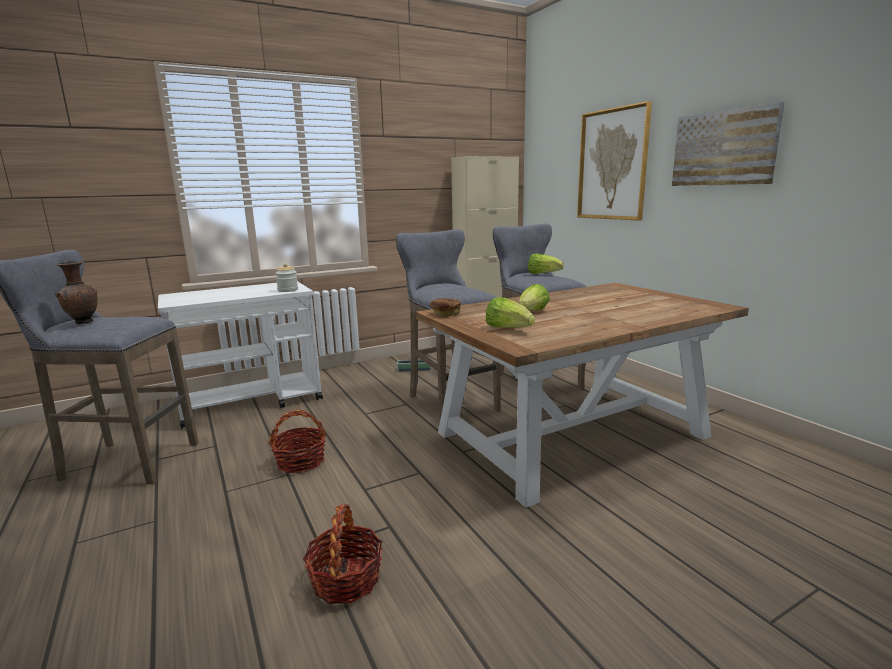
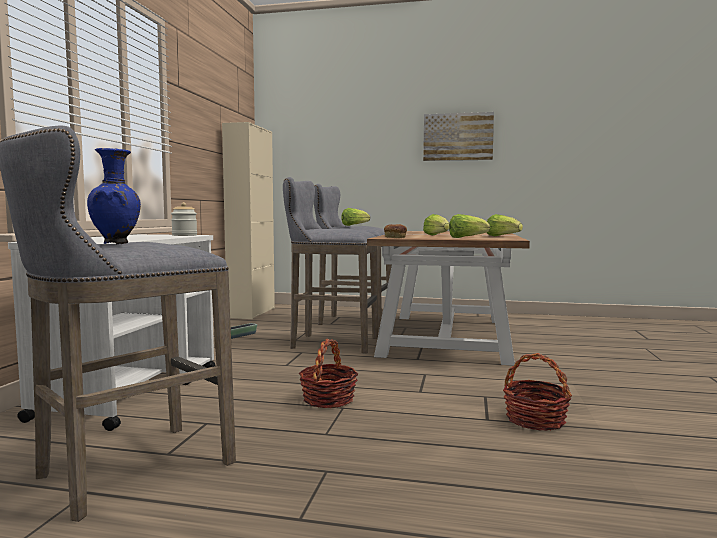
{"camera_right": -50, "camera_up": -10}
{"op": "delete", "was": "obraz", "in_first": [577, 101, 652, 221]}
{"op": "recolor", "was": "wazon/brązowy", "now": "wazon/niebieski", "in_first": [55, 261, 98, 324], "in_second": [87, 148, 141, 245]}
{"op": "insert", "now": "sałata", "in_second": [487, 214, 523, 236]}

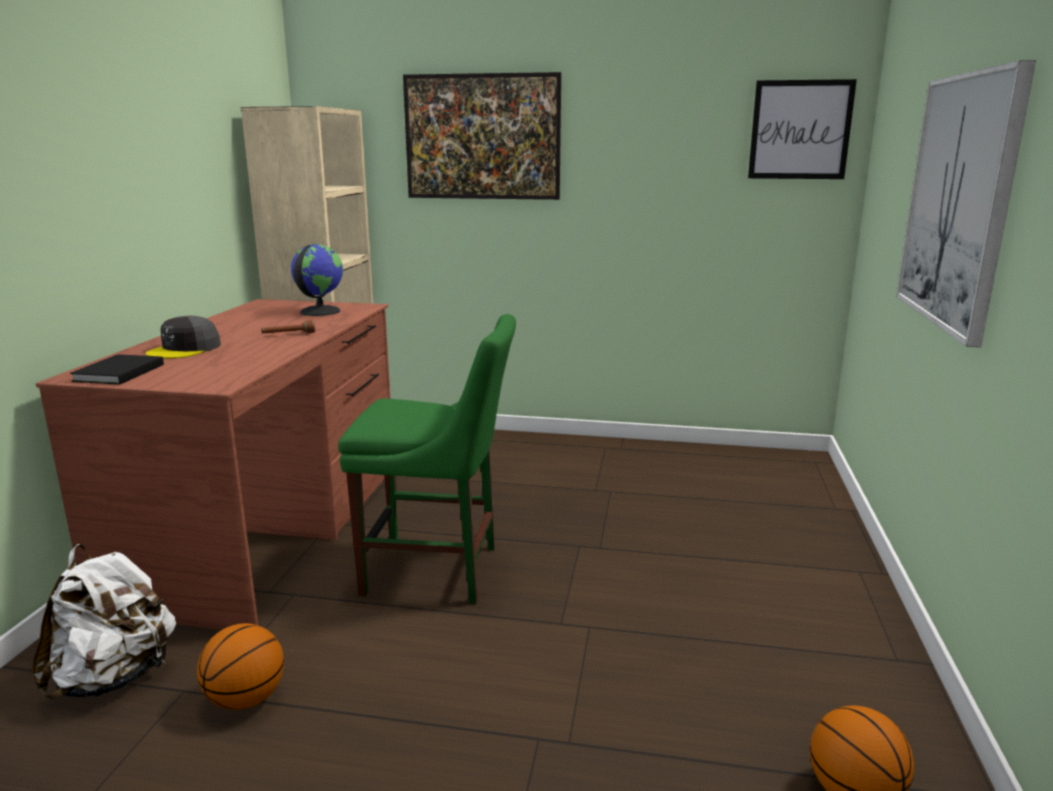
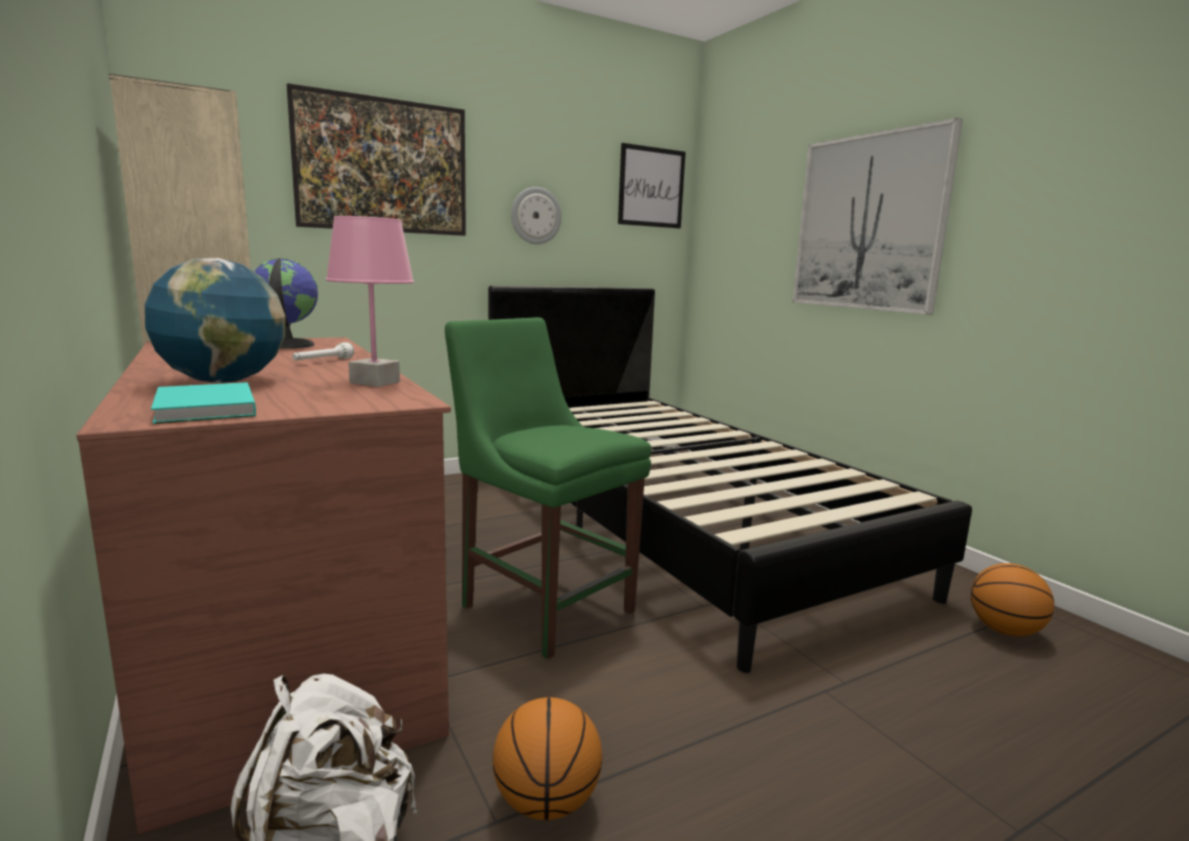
{"camera_right": -40, "camera_up": -5}
{"op": "rotate", "was": "krzesło/zielony", "in_first": [338, 314, 516, 604], "in_second": [445, 317, 651, 659], "clockwise": -105}
{"op": "replace", "was": "czapka z daszkiem/szary", "now": "globus", "in_first": [146, 316, 221, 358], "in_second": [145, 258, 286, 383]}
{"op": "recolor", "was": "latarka/brązowy", "now": "latarka/biały", "in_first": [261, 320, 315, 334], "in_second": [292, 342, 354, 360]}
{"op": "recolor", "was": "książka/czarny", "now": "książka/turkusowy", "in_first": [70, 354, 164, 384], "in_second": [151, 382, 256, 424]}
{"op": "insert", "now": "zegar ścienny", "in_second": [511, 187, 562, 244]}
{"op": "insert", "now": "lampa stołowa/różowy", "in_second": [326, 216, 414, 387]}
{"op": "insert", "now": "łóżko/czarny", "in_second": [488, 286, 972, 673]}

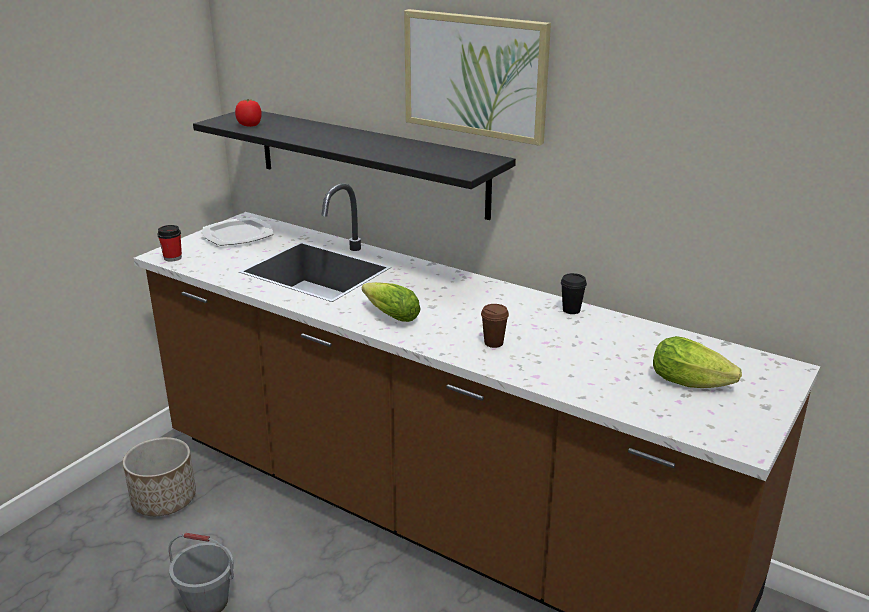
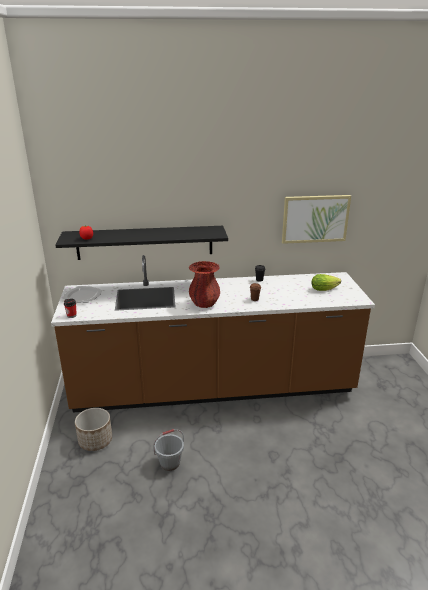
{"camera_right": -40, "camera_up": 0}
{"op": "move", "was": "obraz", "in_first": [404, 9, 551, 146], "in_second": [282, 195, 351, 244]}
{"op": "replace", "was": "sałata", "now": "wazon/czerwony", "in_first": [361, 282, 420, 322], "in_second": [189, 261, 220, 308]}

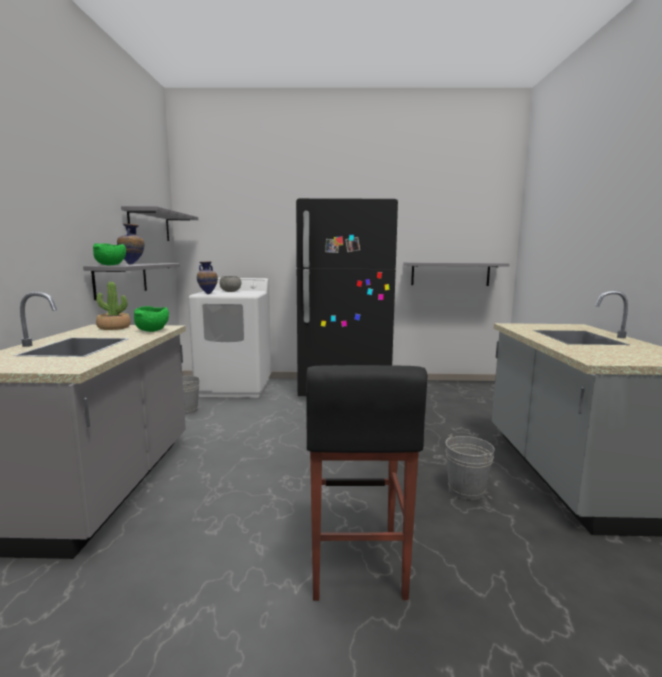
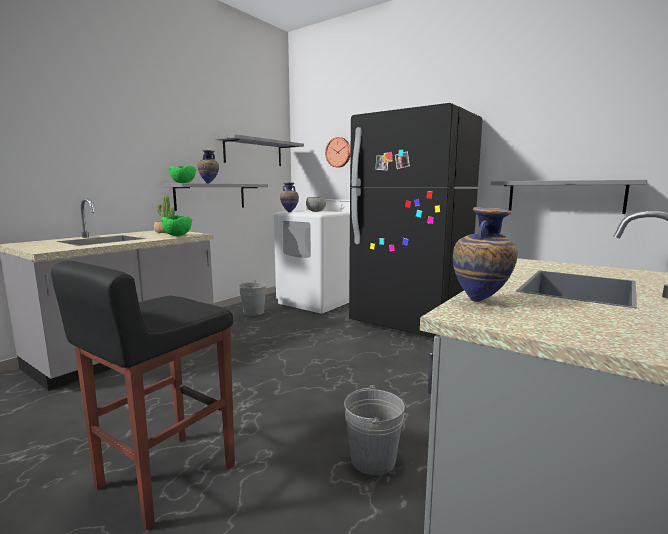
{"camera_right": 35, "camera_up": 0}
{"op": "insert", "now": "zegar ścienny", "in_second": [325, 137, 351, 168]}
{"op": "insert", "now": "wazon", "in_second": [453, 207, 517, 302]}

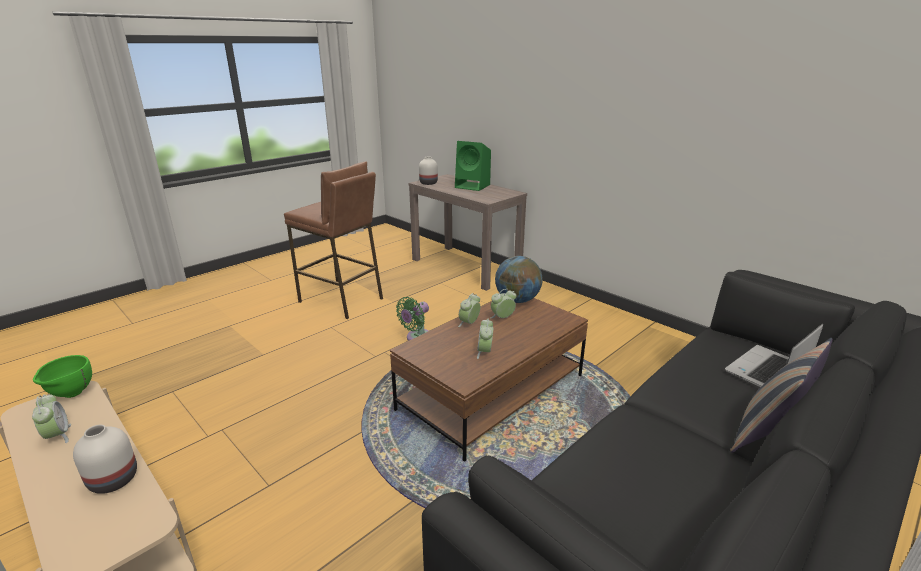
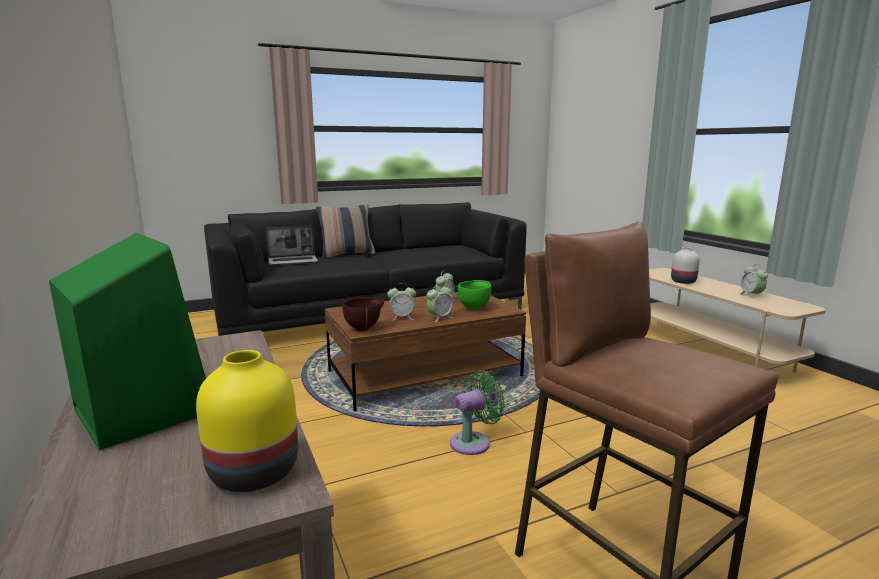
{"camera_right": -160, "camera_up": -10}
{"op": "recolor", "was": "wazon/biały", "now": "wazon/żółty", "in_first": [419, 157, 438, 185], "in_second": [196, 350, 298, 492]}
{"op": "replace", "was": "globus", "now": "miska/brązowy", "in_first": [495, 256, 543, 303], "in_second": [342, 297, 384, 331]}
{"op": "move", "was": "miska/zielony", "in_first": [33, 355, 92, 398], "in_second": [458, 280, 491, 311]}

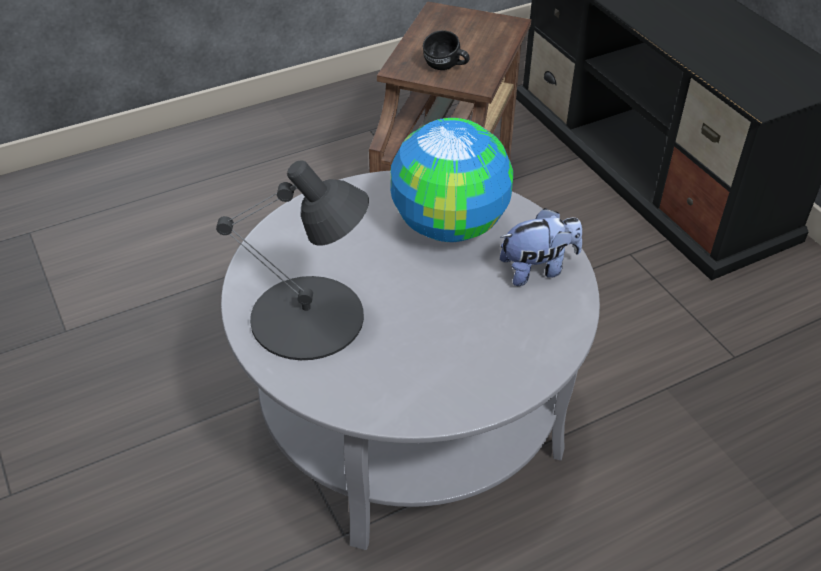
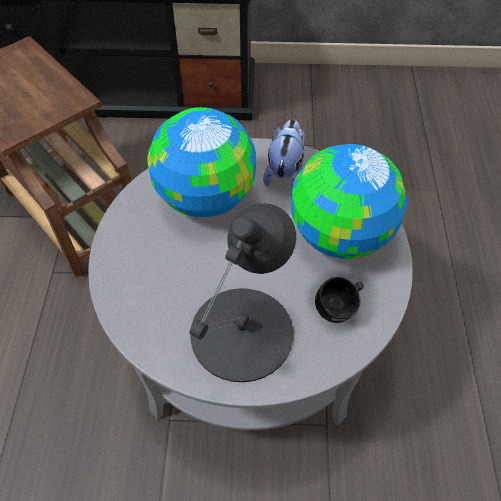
{"camera_right": -60, "camera_up": 10}
{"op": "move", "was": "kubek/czarny", "in_first": [423, 30, 470, 70], "in_second": [315, 277, 364, 323]}
{"op": "insert", "now": "globus", "in_second": [291, 144, 407, 259]}

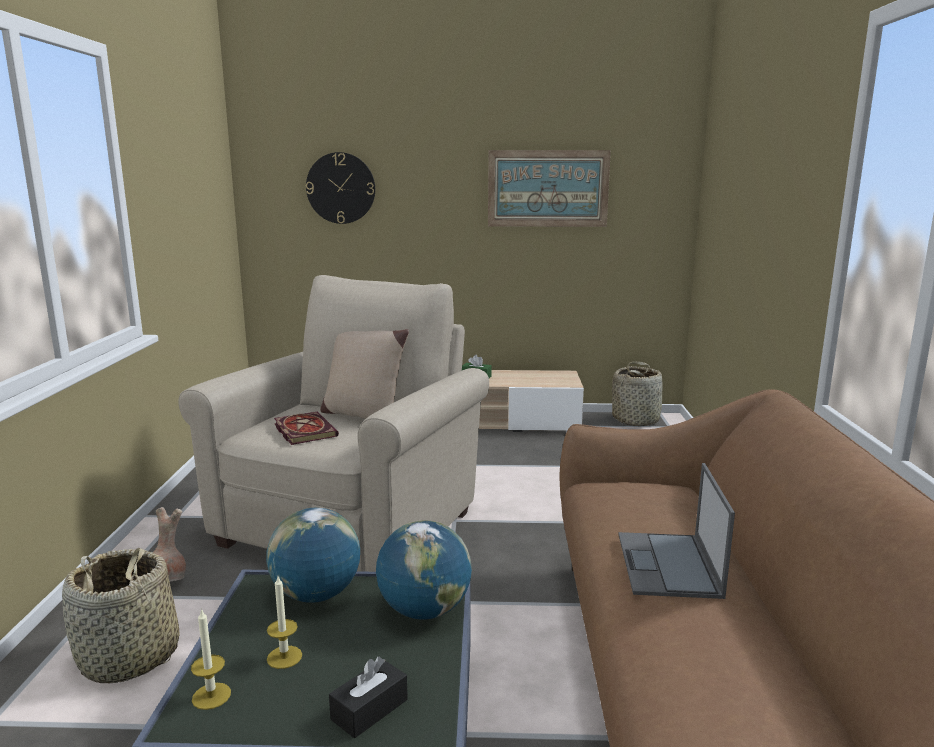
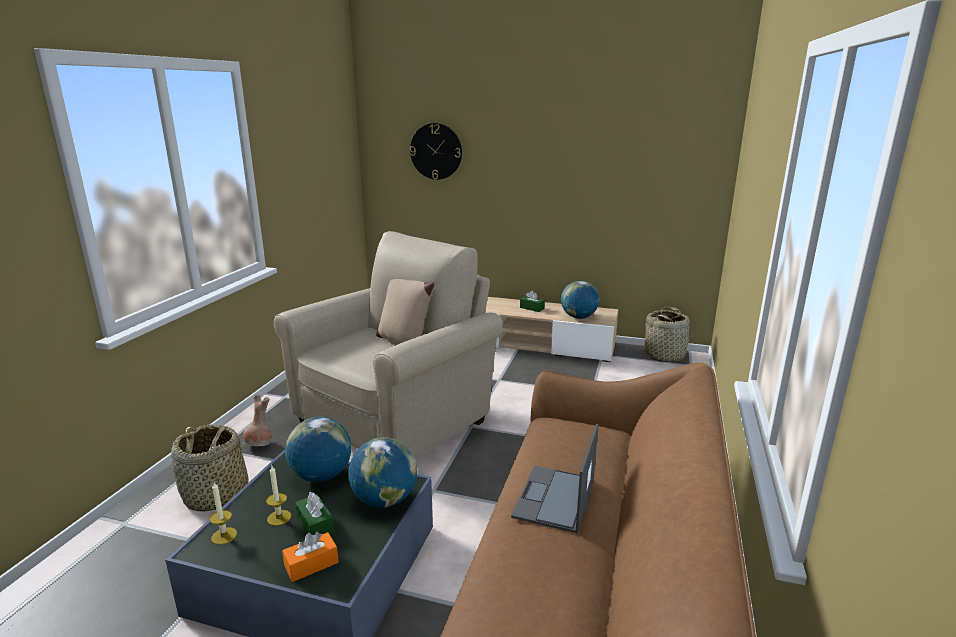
{"camera_right": 15, "camera_up": 5}
{"op": "delete", "was": "obraz", "in_first": [488, 150, 611, 227]}
{"op": "delete", "was": "książka", "in_first": [274, 411, 339, 445]}
{"op": "recolor", "was": "pudełko chusteczek/czarny", "now": "pudełko chusteczek/pomarańczowy", "in_first": [329, 657, 408, 738], "in_second": [282, 532, 339, 582]}
{"op": "insert", "now": "globus", "in_second": [561, 281, 599, 319]}
{"op": "insert", "now": "pudełko chusteczek/zielony", "in_second": [295, 492, 334, 535]}

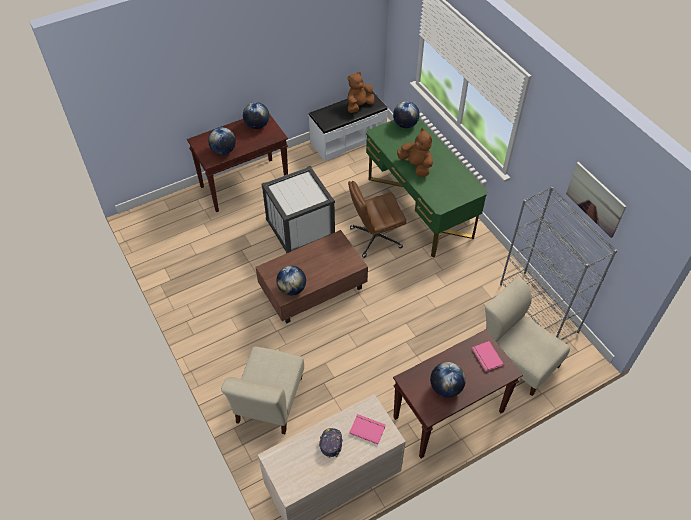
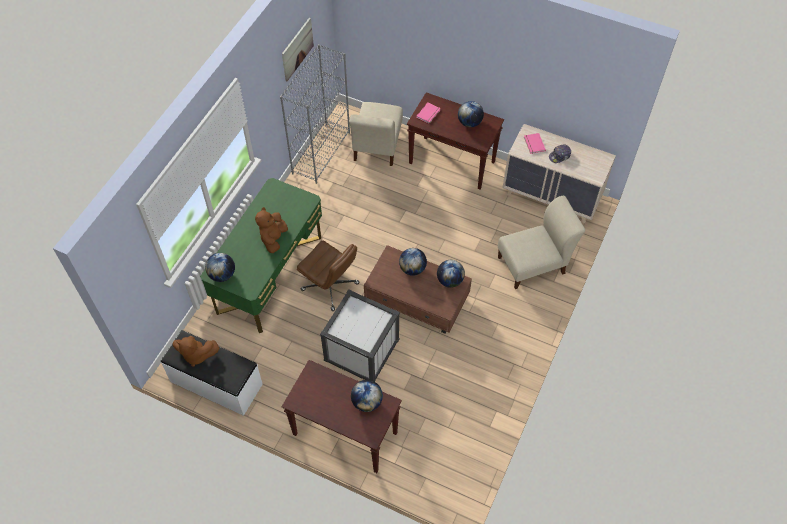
{"camera_right": -125, "camera_up": 5}
{"op": "move", "was": "globus", "in_first": [243, 102, 269, 129], "in_second": [399, 248, 427, 276]}

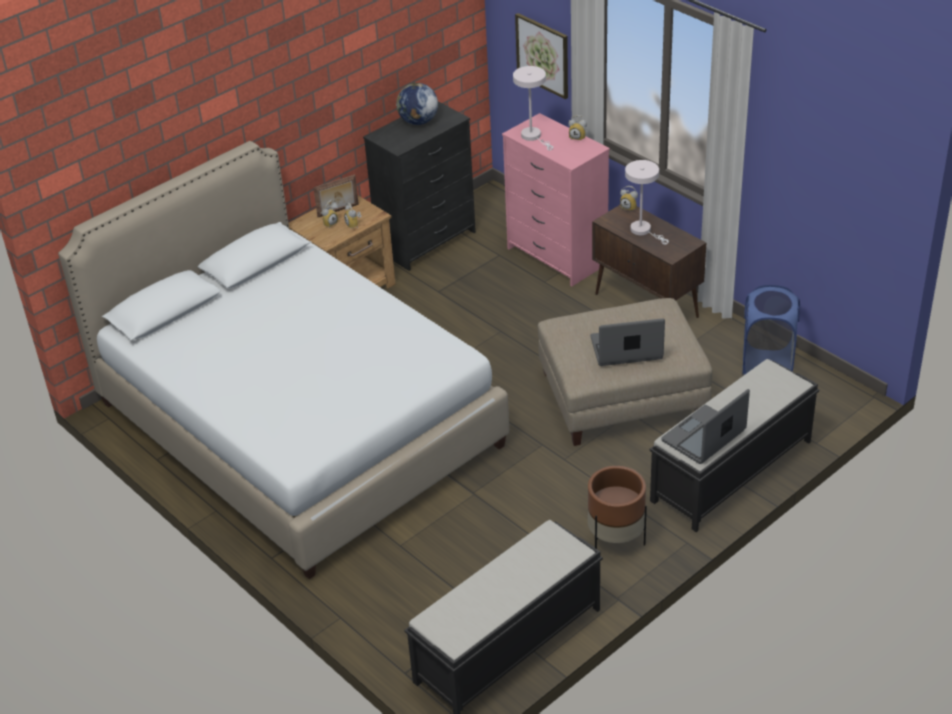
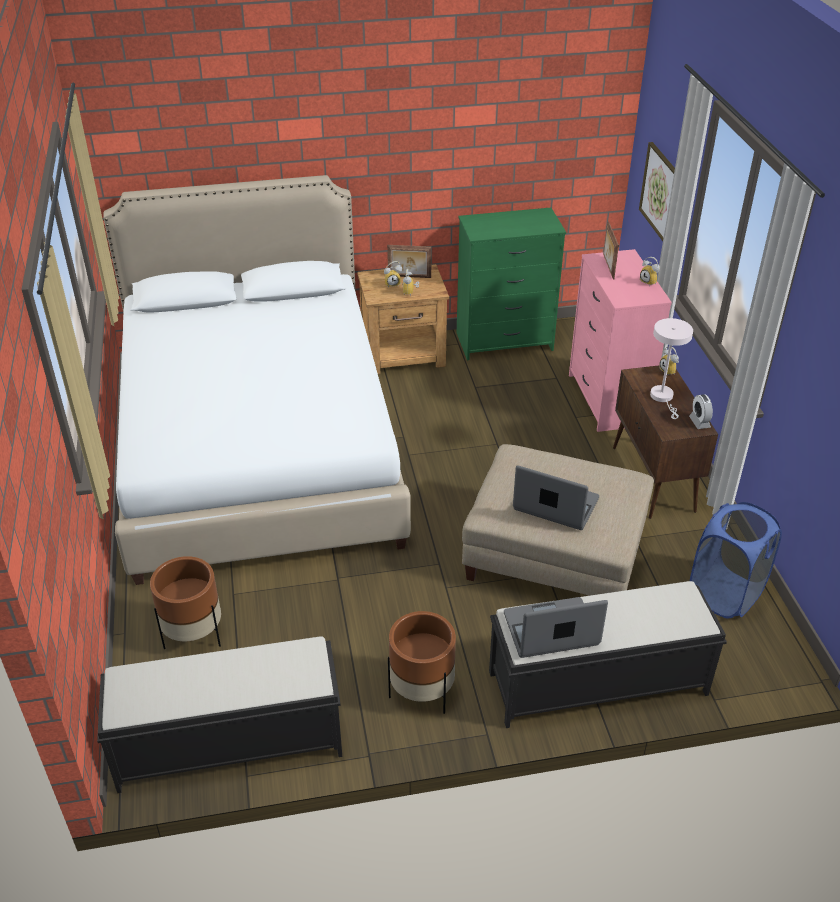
{"camera_right": 30, "camera_up": 0}
{"op": "replace", "was": "lampa stołowa/biały", "now": "ramka na zdjęcie", "in_first": [513, 66, 553, 150], "in_second": [603, 222, 619, 280]}
{"op": "delete", "was": "globus", "in_first": [396, 83, 438, 125]}
{"op": "recolor", "was": "komoda/czarny", "now": "komoda/zielony", "in_first": [363, 101, 476, 271], "in_second": [457, 208, 566, 360]}
{"op": "insert", "now": "budzik", "in_second": [689, 394, 713, 429]}
{"op": "insert", "now": "donica/brązowy", "in_second": [150, 556, 221, 649]}

